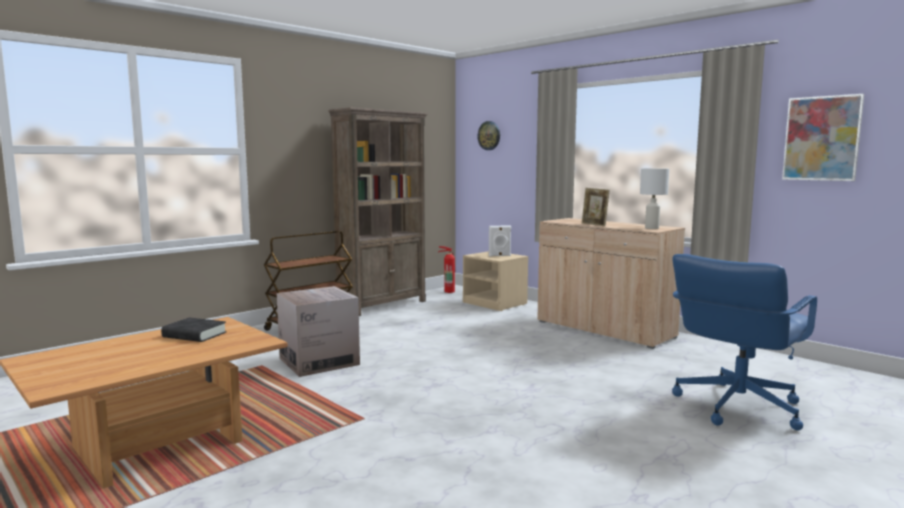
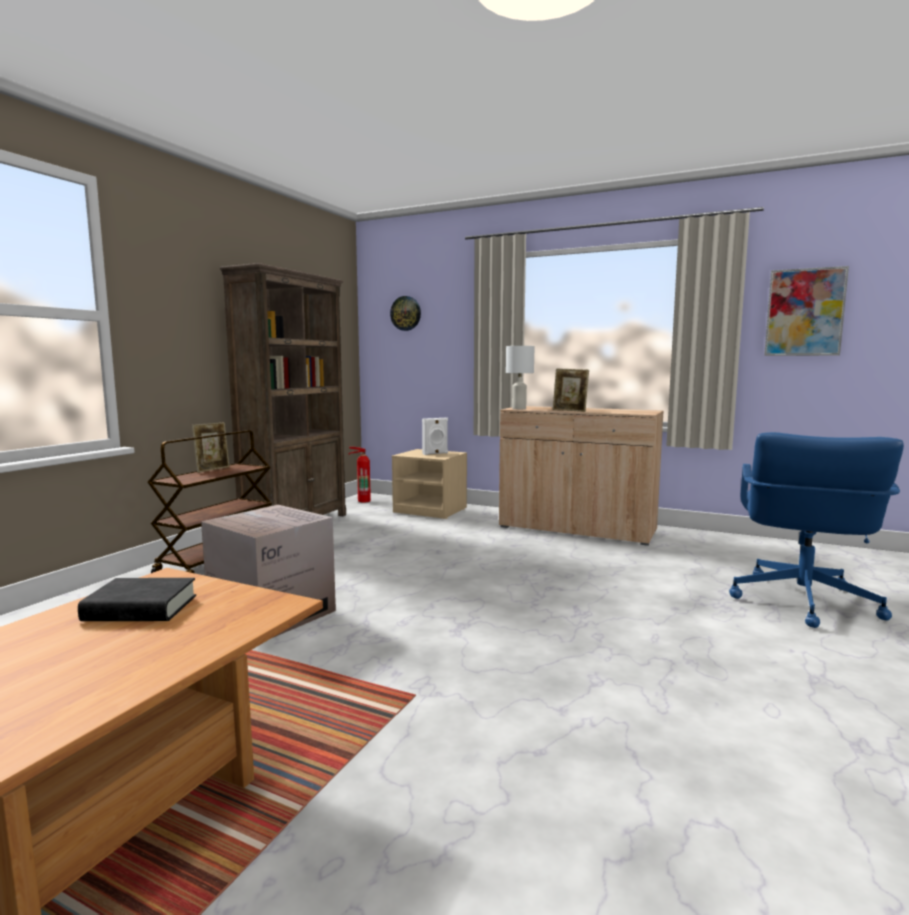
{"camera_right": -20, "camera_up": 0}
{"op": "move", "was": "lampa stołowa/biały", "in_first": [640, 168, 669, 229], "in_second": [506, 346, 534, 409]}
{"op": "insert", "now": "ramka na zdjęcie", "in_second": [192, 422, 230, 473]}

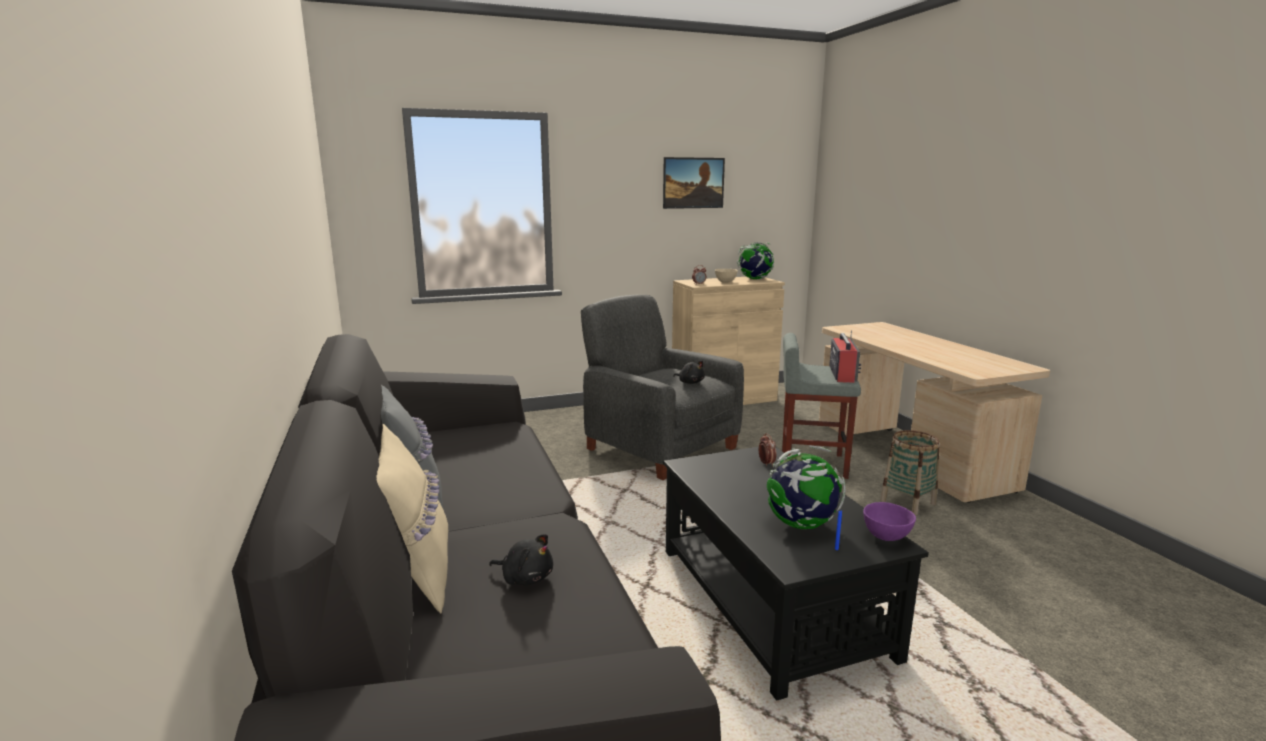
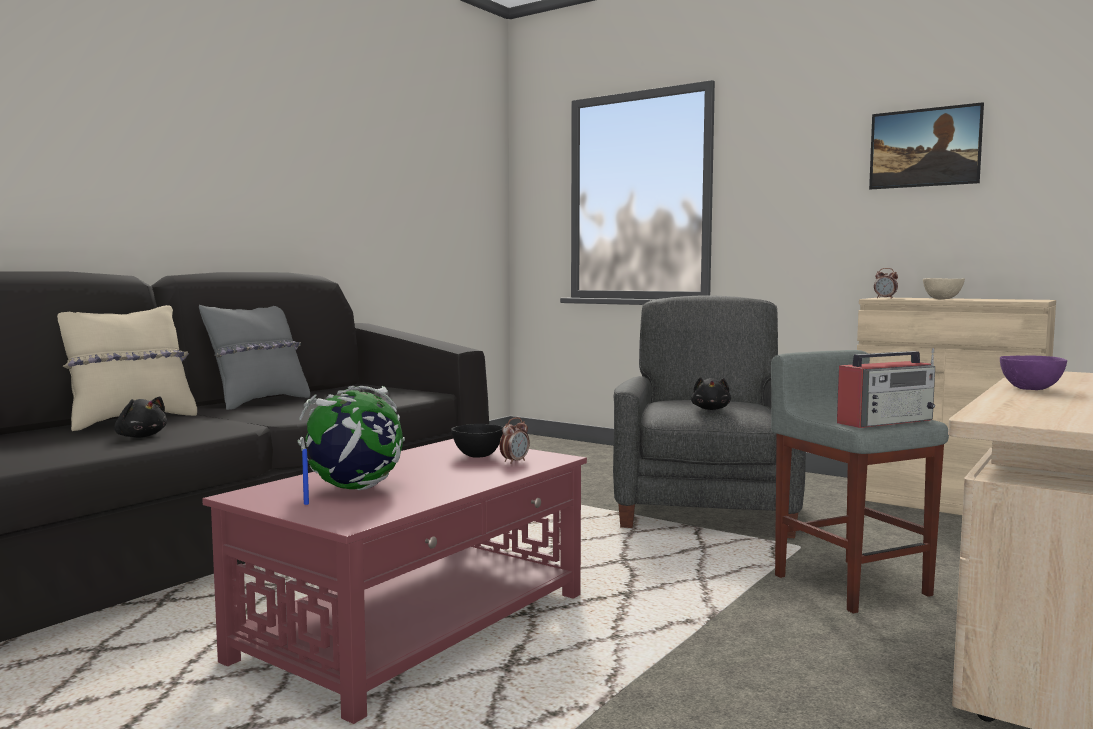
{"camera_right": 55, "camera_up": -10}
{"op": "delete", "was": "globus", "in_first": [737, 242, 774, 280]}
{"op": "delete", "was": "koszyk", "in_first": [880, 430, 940, 515]}
{"op": "recolor", "was": "ława/czarny", "now": "ława/czerwony", "in_first": [663, 447, 929, 701], "in_second": [202, 439, 587, 724]}
{"op": "move", "was": "miska/fioletowy", "in_first": [863, 502, 916, 541], "in_second": [1000, 356, 1067, 390]}
{"op": "rotate", "was": "pluszak/czarny", "in_first": [489, 534, 553, 585], "in_second": [114, 396, 167, 438], "clockwise": -45}
{"op": "insert", "now": "miska/czarny", "in_second": [451, 424, 503, 458]}

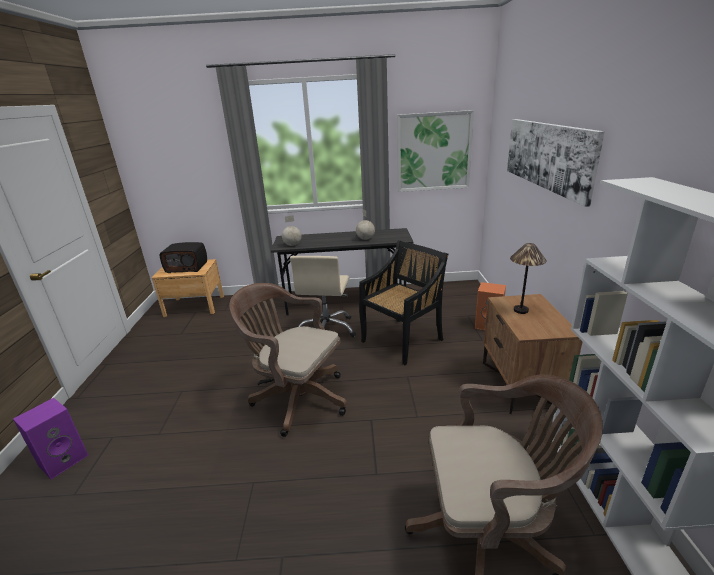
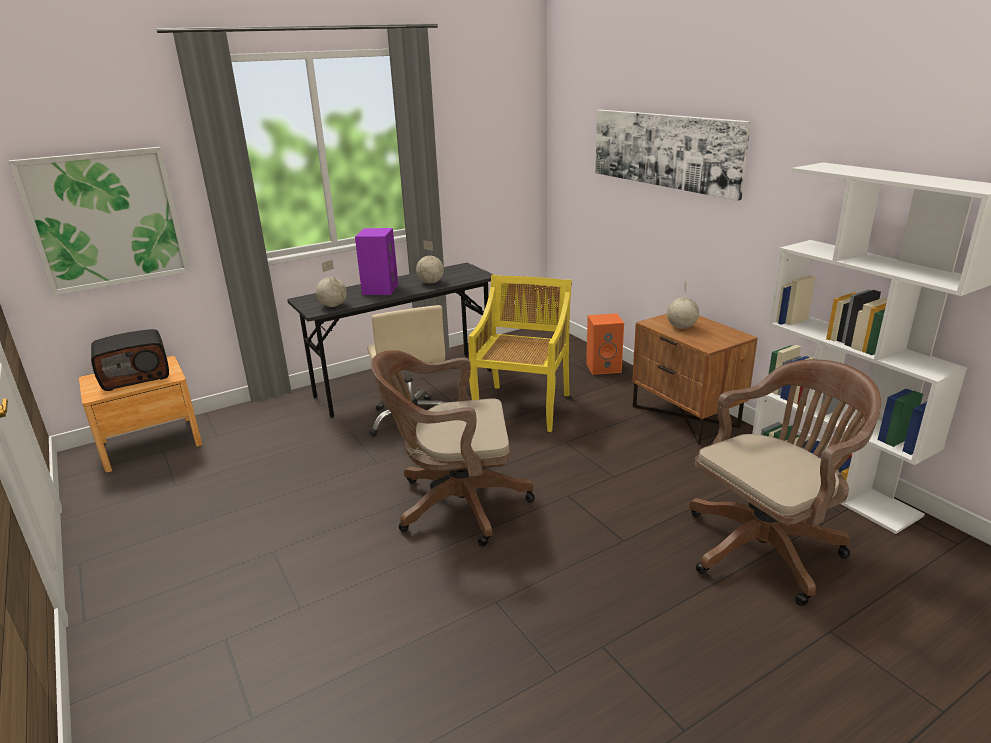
{"camera_right": -30, "camera_up": 0}
{"op": "move", "was": "obraz", "in_first": [397, 110, 474, 192], "in_second": [9, 147, 190, 296]}
{"op": "recolor", "was": "krzesło/czarny", "now": "krzesło/żółty", "in_first": [359, 240, 448, 365], "in_second": [469, 275, 572, 432]}
{"op": "replace", "was": "lampa stołowa", "now": "globus", "in_first": [510, 243, 547, 314], "in_second": [667, 281, 699, 329]}
{"op": "move", "was": "głośnik/fioletowy", "in_first": [13, 398, 88, 479], "in_second": [355, 228, 398, 295]}

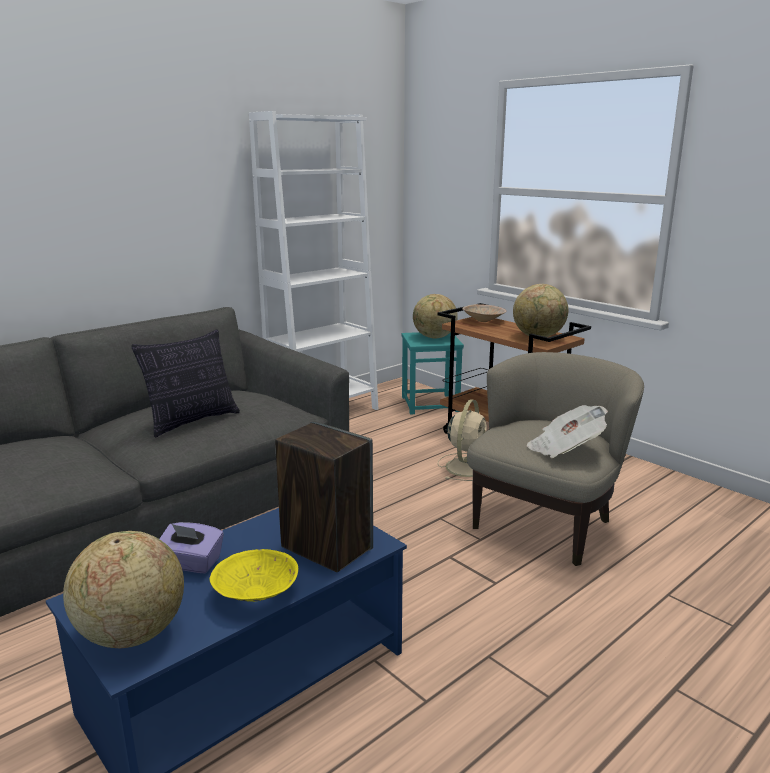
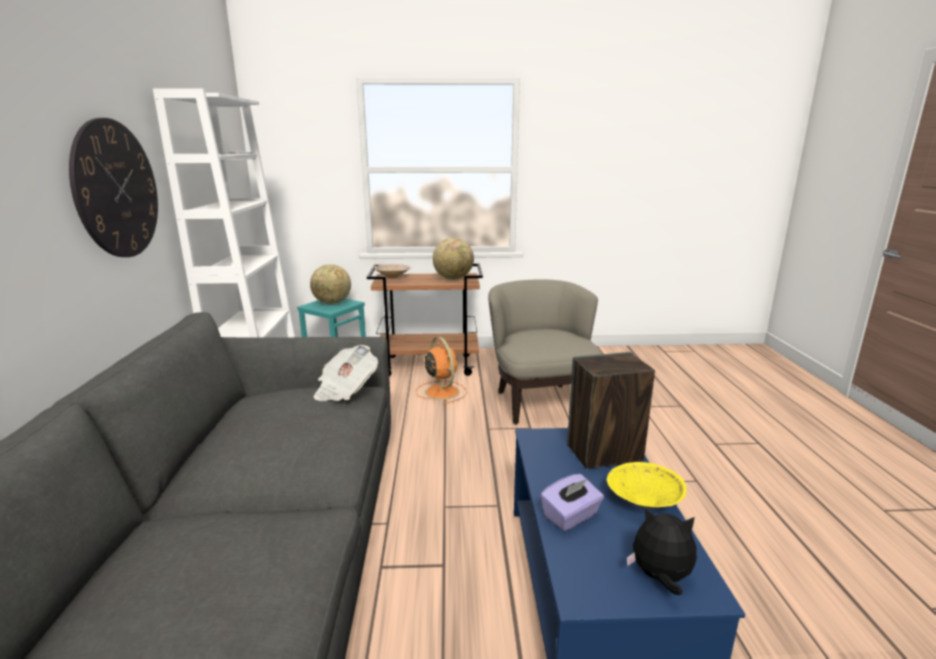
{"camera_right": -50, "camera_up": 0}
{"op": "delete", "was": "poduszka", "in_first": [131, 329, 240, 437]}
{"op": "recolor", "was": "wentylator/beżowy", "now": "wentylator/pomarańczowy", "in_first": [438, 399, 487, 481], "in_second": [415, 337, 467, 405]}
{"op": "move", "was": "gazeta", "in_first": [527, 405, 608, 458], "in_second": [314, 345, 378, 401]}
{"op": "replace", "was": "globus", "now": "pluszak", "in_first": [63, 531, 184, 648], "in_second": [627, 507, 697, 595]}
{"op": "insert", "now": "zegar ścienny", "in_second": [69, 118, 158, 257]}

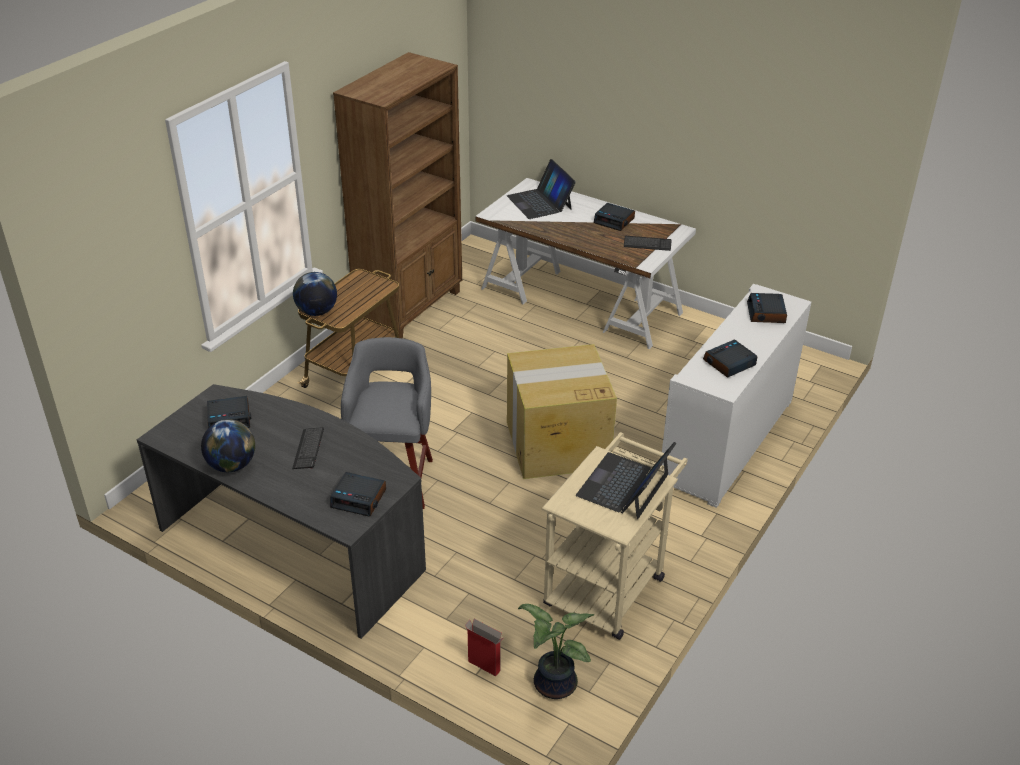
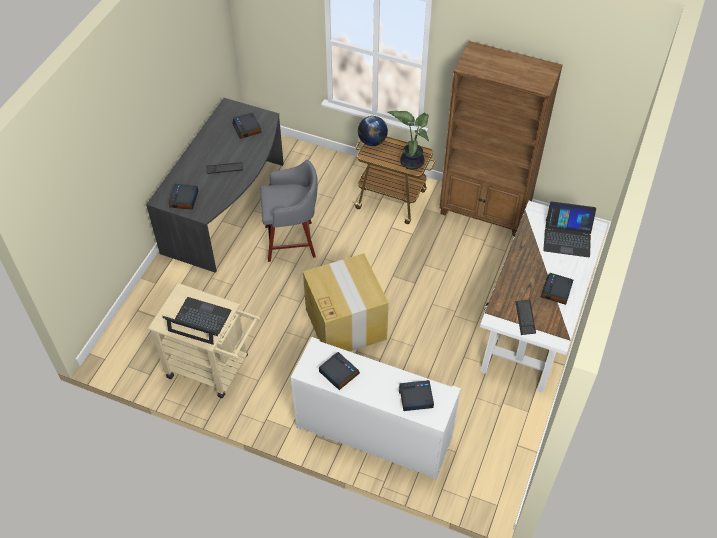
{"camera_right": 80, "camera_up": 15}
{"op": "rotate", "was": "laptop", "in_first": [507, 159, 576, 219], "in_second": [543, 201, 596, 257], "clockwise": -135}
{"op": "delete", "was": "globus", "in_first": [201, 419, 255, 472]}
{"op": "move", "was": "roślina doniczkowa", "in_first": [518, 604, 594, 699], "in_second": [387, 111, 429, 170]}
{"op": "delete", "was": "karton", "in_first": [465, 619, 504, 676]}

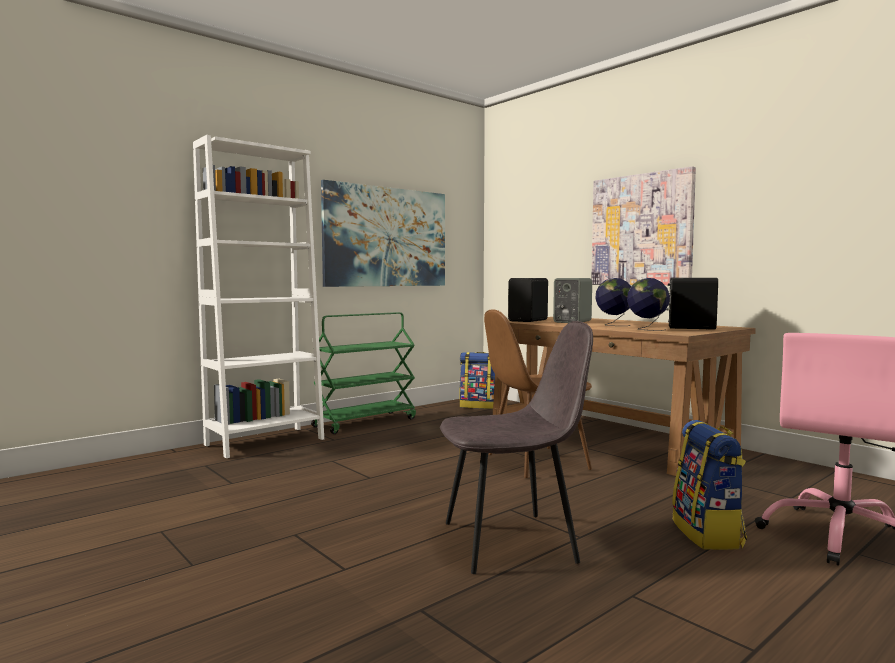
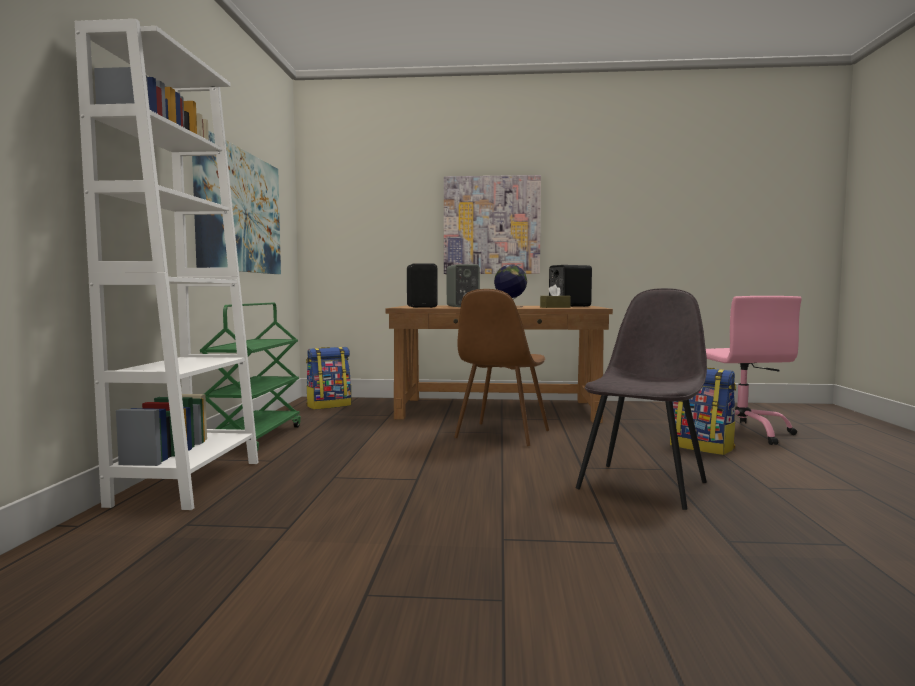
{"camera_right": -45, "camera_up": 0}
{"op": "replace", "was": "globus", "now": "pudełko chusteczek/brązowy", "in_first": [627, 278, 670, 331], "in_second": [540, 285, 571, 308]}

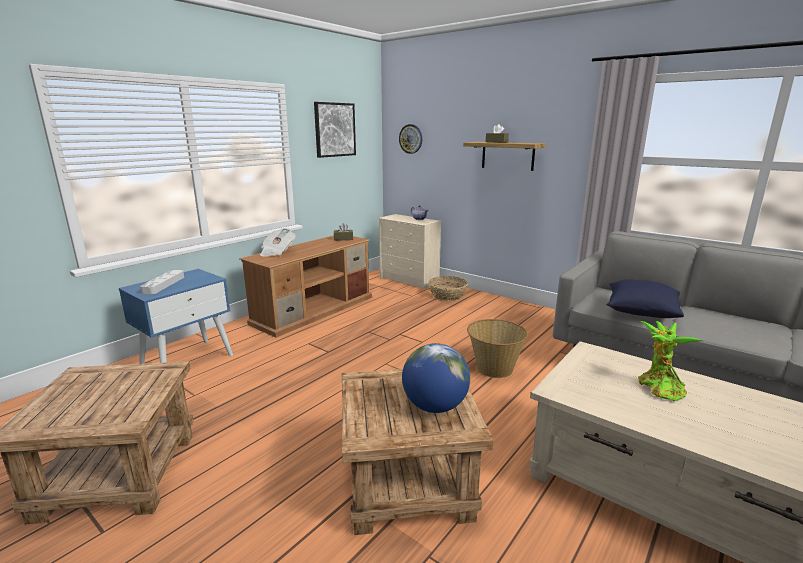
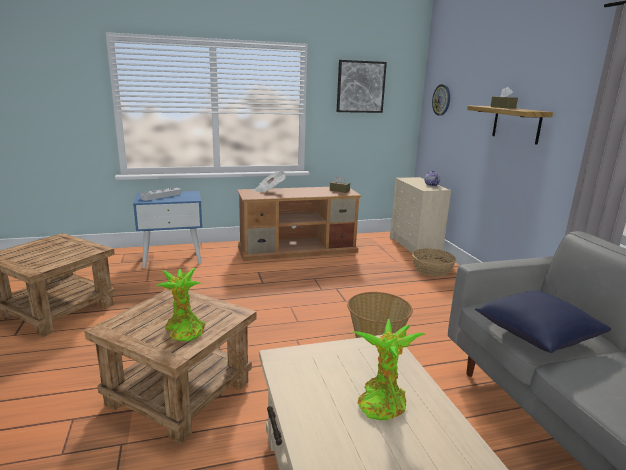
{"camera_right": 35, "camera_up": 0}
{"op": "replace", "was": "globus", "now": "roślina doniczkowa", "in_first": [402, 343, 470, 413], "in_second": [156, 268, 205, 342]}

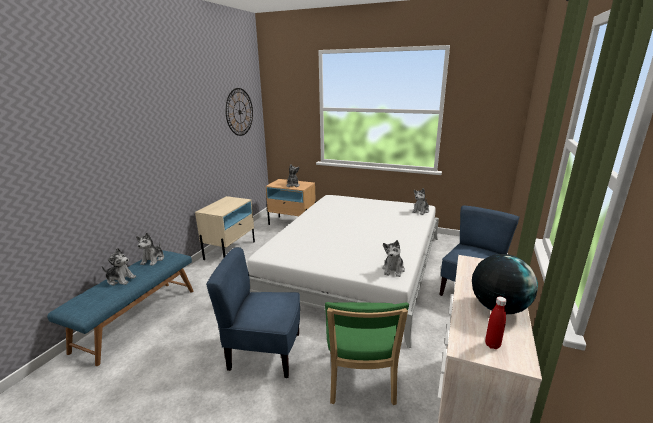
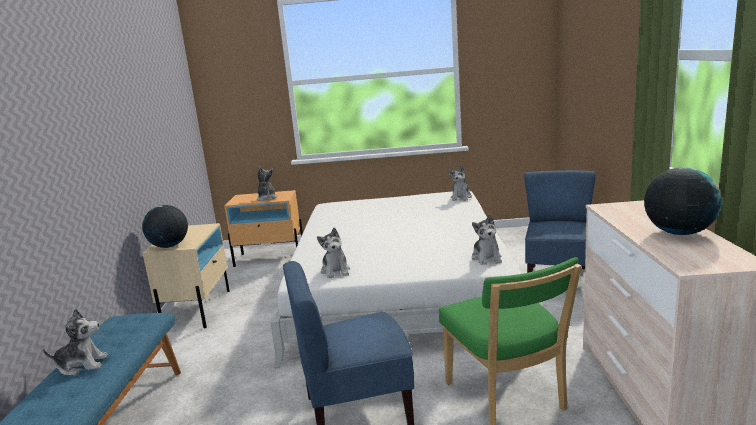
{"camera_right": -20, "camera_up": -5}
{"op": "delete", "was": "zegar ścienny", "in_first": [225, 88, 253, 136]}
{"op": "move", "was": "pluszak", "in_first": [136, 233, 164, 266], "in_second": [317, 228, 350, 279]}
{"op": "delete", "was": "butelka/czerwony", "in_first": [485, 297, 507, 349]}
{"op": "insert", "now": "globus", "in_second": [142, 205, 188, 248]}

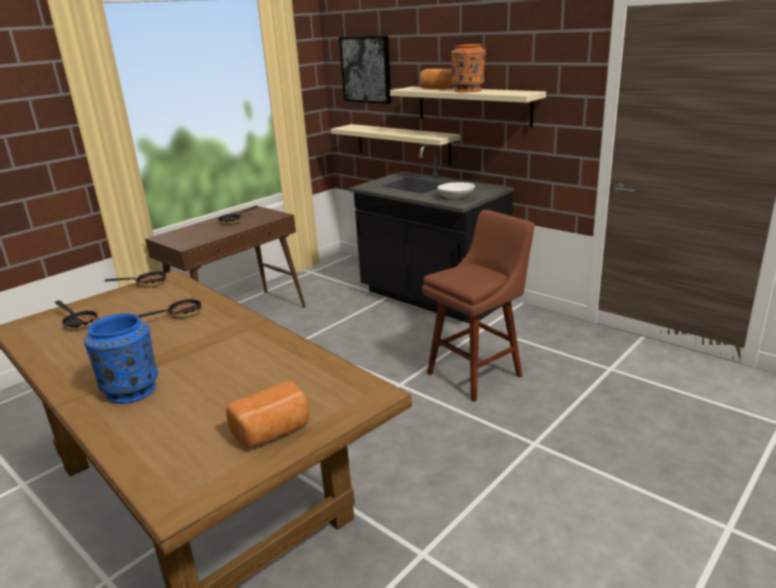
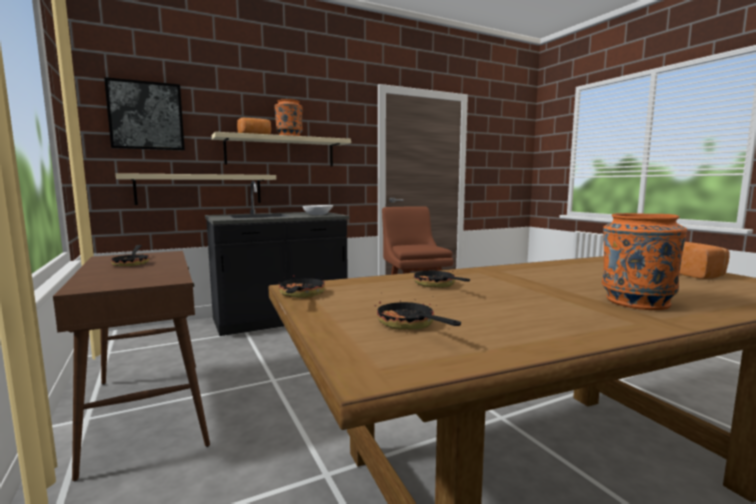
{"camera_right": -70, "camera_up": -15}
{"op": "rotate", "was": "patelnia", "in_first": [55, 301, 98, 331], "in_second": [375, 301, 461, 330], "clockwise": -90}
{"op": "recolor", "was": "wazon/niebieski", "now": "wazon/pomarańczowy", "in_first": [84, 313, 158, 404], "in_second": [602, 213, 687, 310]}

